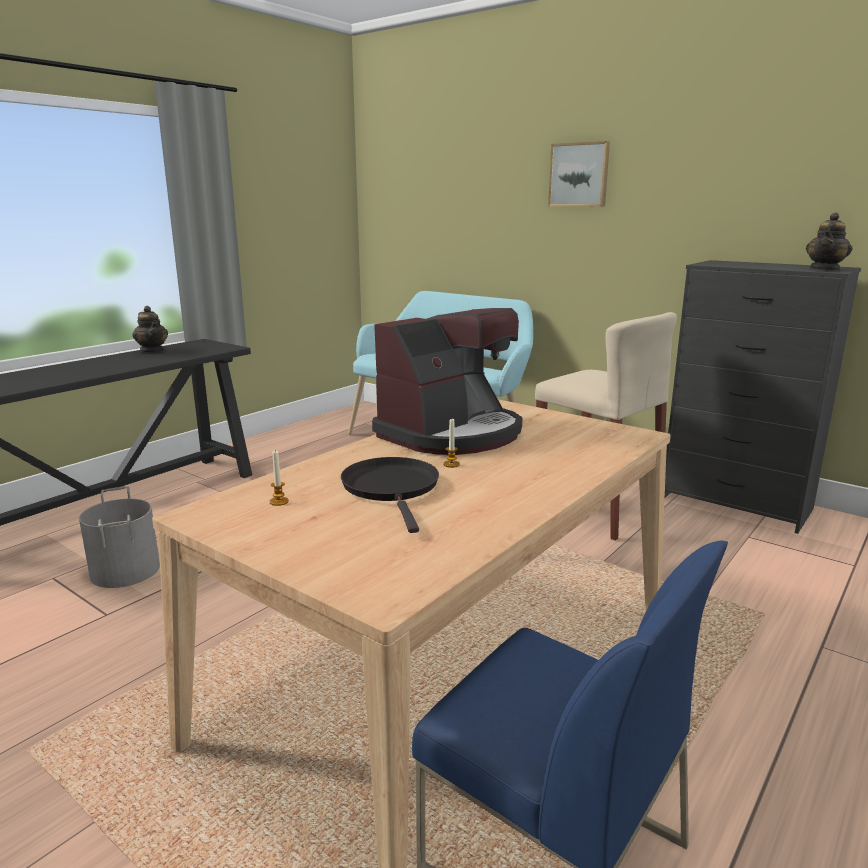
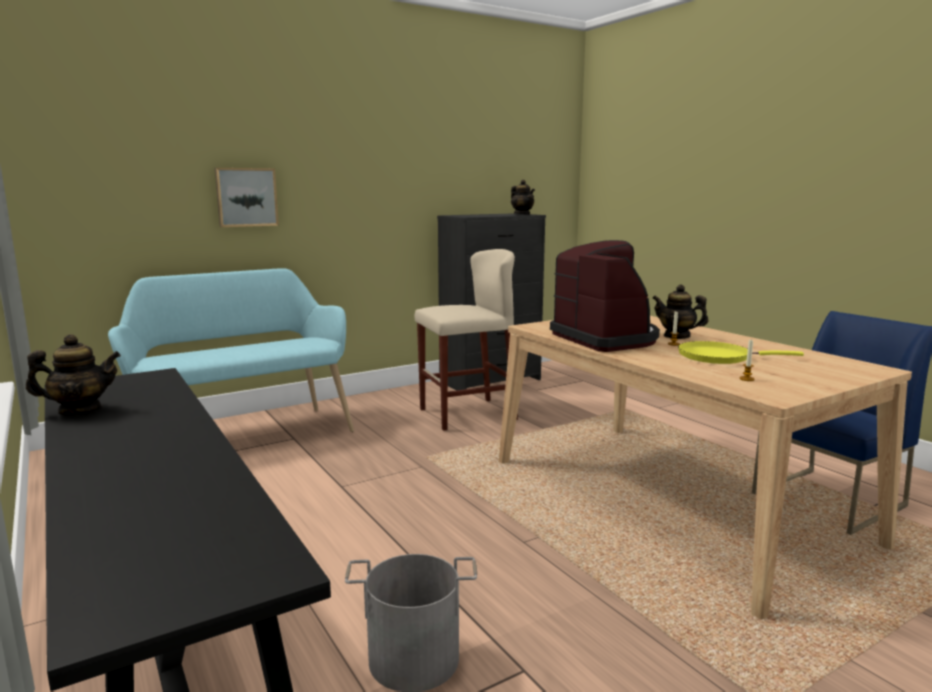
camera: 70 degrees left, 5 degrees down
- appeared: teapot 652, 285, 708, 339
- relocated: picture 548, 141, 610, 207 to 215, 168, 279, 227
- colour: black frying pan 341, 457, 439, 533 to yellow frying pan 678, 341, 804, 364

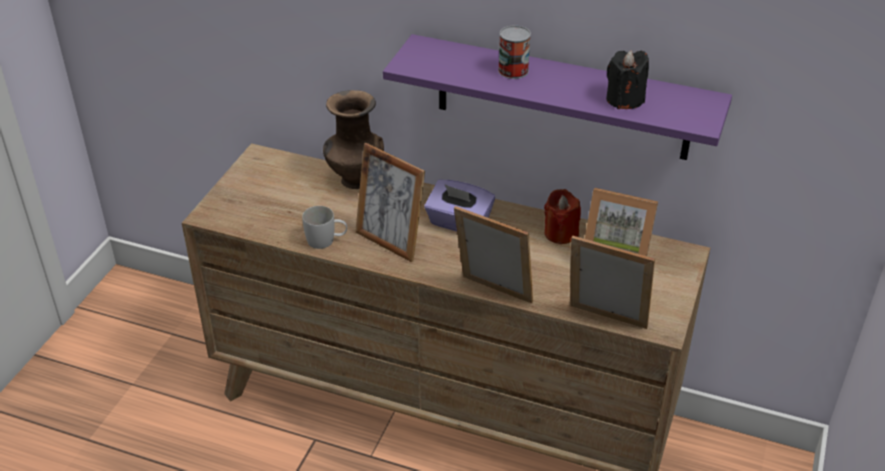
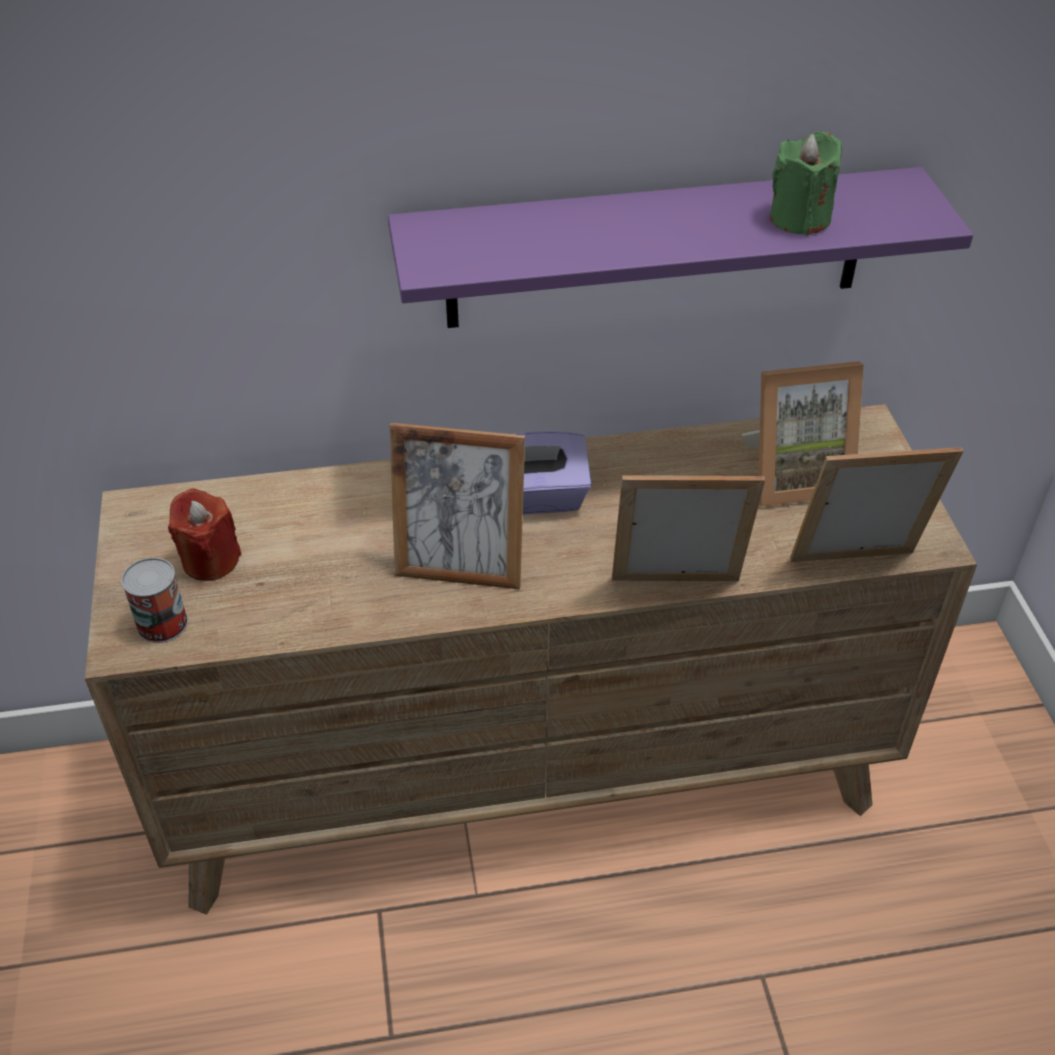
camera: 30 degrees left, 5 degrees up
- missing: white mug 302, 206, 347, 249
- missing: brown vase 323, 90, 384, 189
- relocated: can 498, 25, 531, 79 to 121, 557, 188, 643
- relocated: red candle 544, 189, 581, 244 to 168, 488, 241, 581
- colour: black candle 606, 50, 649, 109 to green candle 770, 131, 842, 236

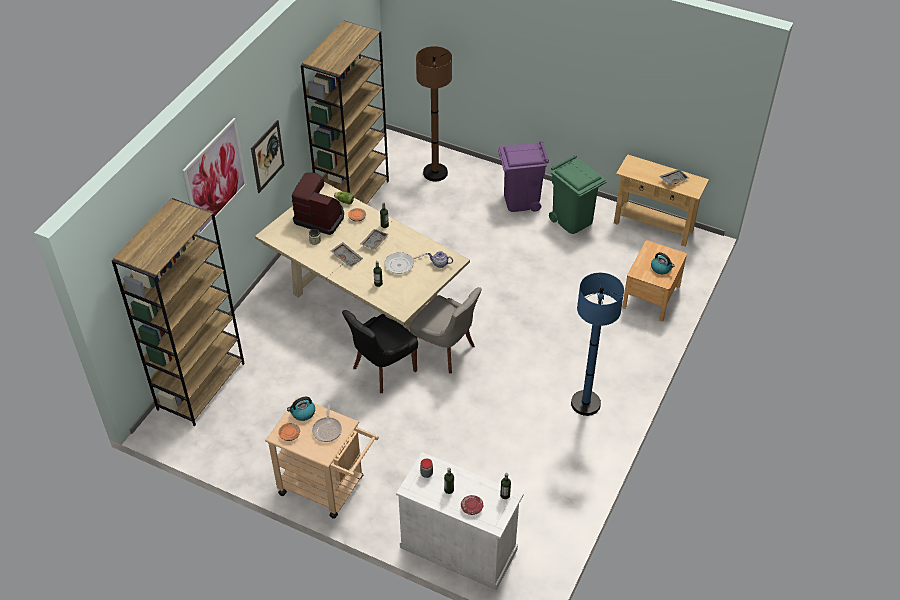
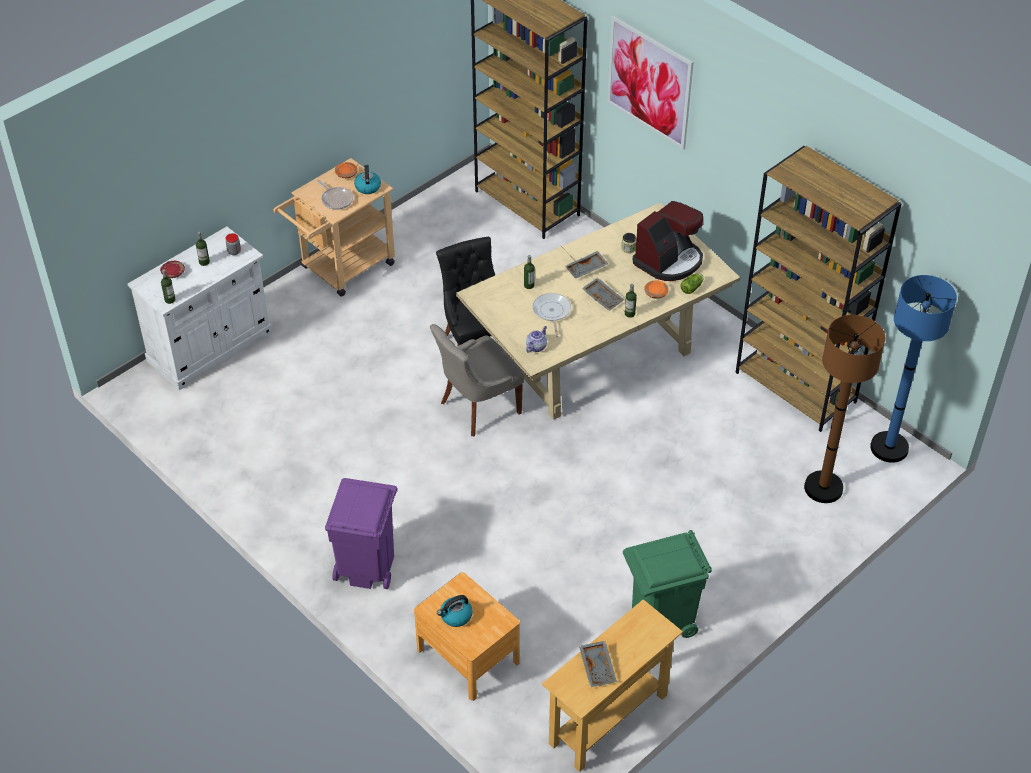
camera: 110 degrees right, 0 degrees up
- missing: picture 251, 120, 285, 193
- relocated: purple trash can 498, 141, 549, 212 to 325, 478, 397, 589
- relocated: blue floor lamp 571, 273, 624, 416 to 870, 275, 957, 463
- spun: frying pan 312, 404, 342, 442 = 317, 180, 353, 210 150 degrees counterclockwise

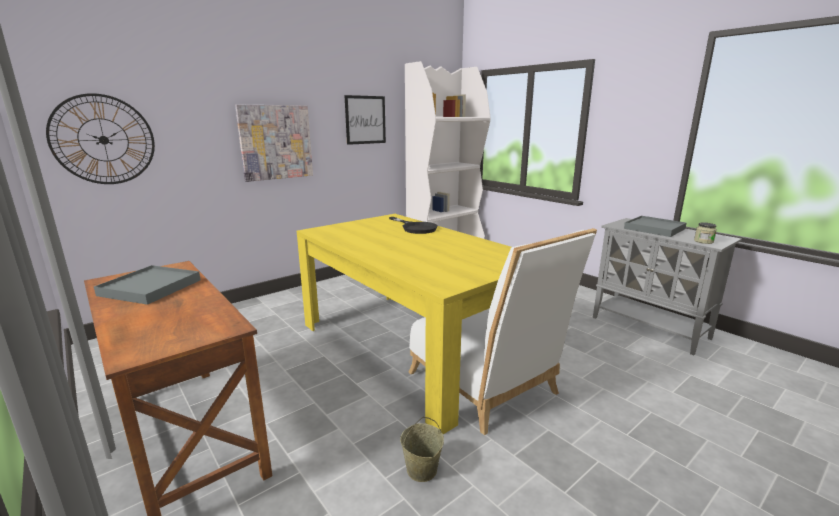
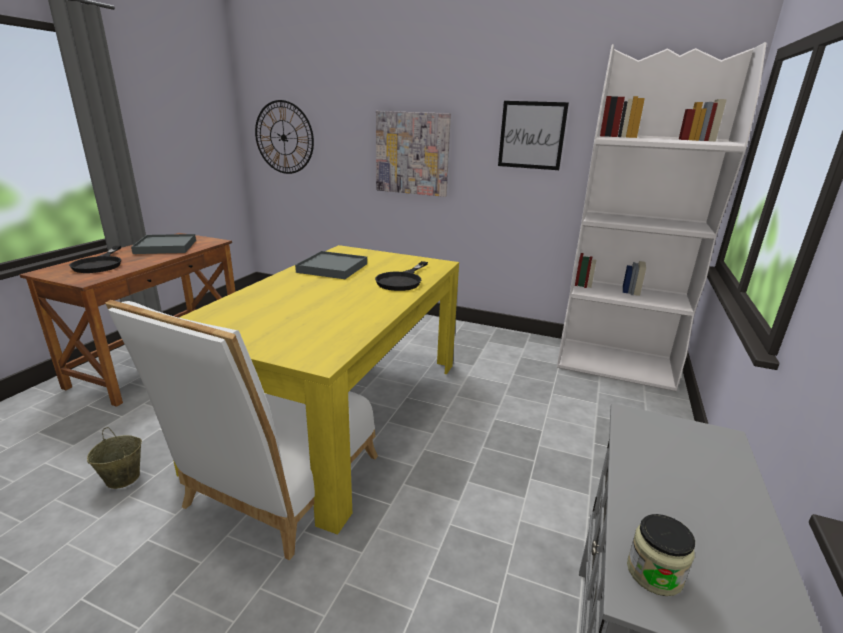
camera: 60 degrees right, 5 degrees up
- appeared: black frying pan 69, 246, 121, 273
- relocated: grey tray 624, 216, 686, 237 to 295, 251, 367, 279

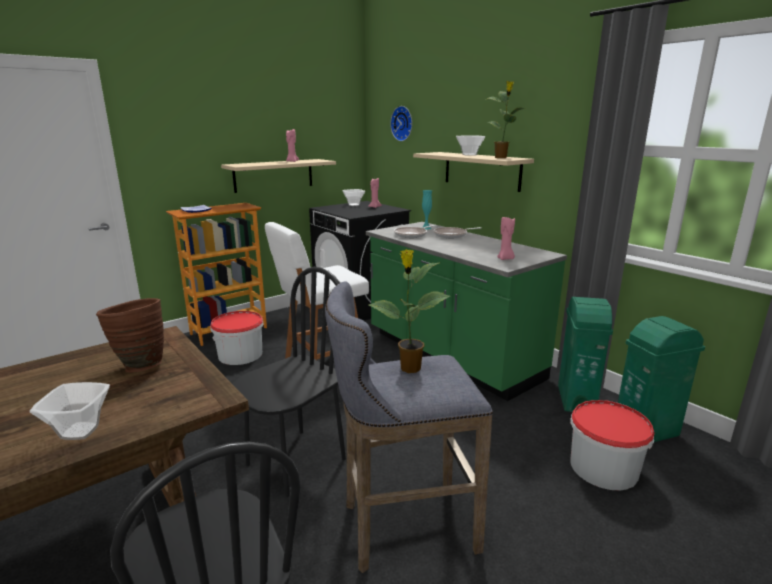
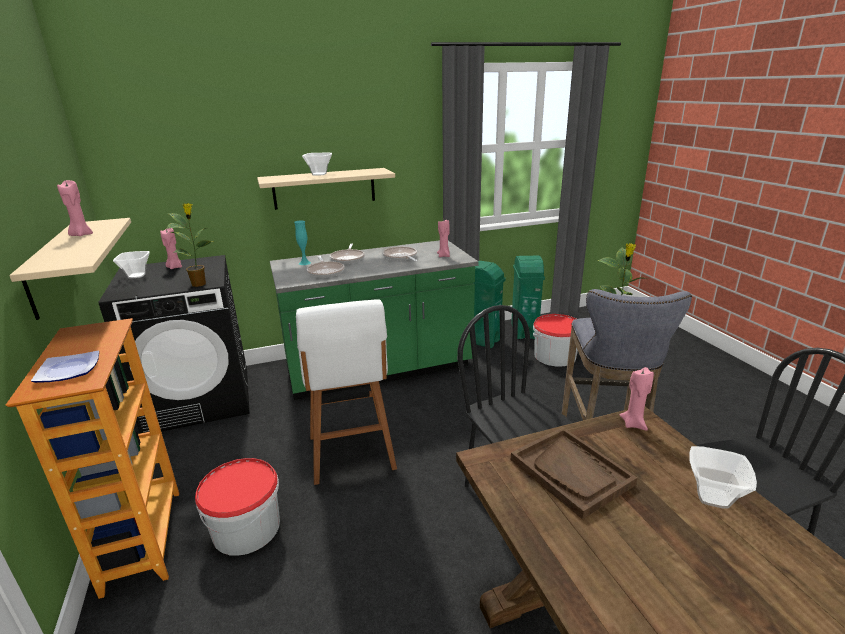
camera: 70 degrees left, 5 degrees up
- missing: wall clock 390, 106, 412, 141
- appeared: frying pan 383, 247, 418, 262
- appeared: pink candle 620, 367, 654, 431
- relocated: potted plant 485, 81, 525, 158 to 166, 203, 214, 287
- exchanged: brown vase 96, 298, 164, 373 to brown tray 511, 427, 637, 519

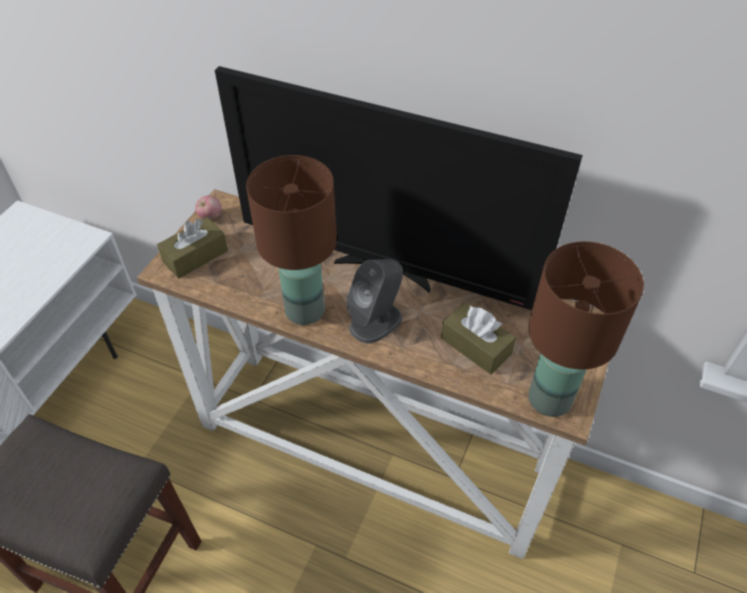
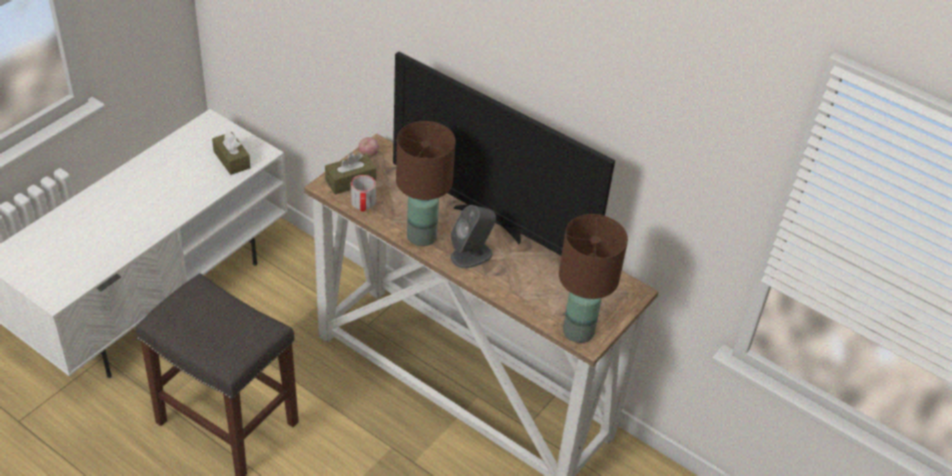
camera: 10 degrees right, 5 degrees down
- appeared: mug 351, 175, 376, 212
- relocated: brown tissue box 441, 302, 516, 374 to 212, 131, 251, 175

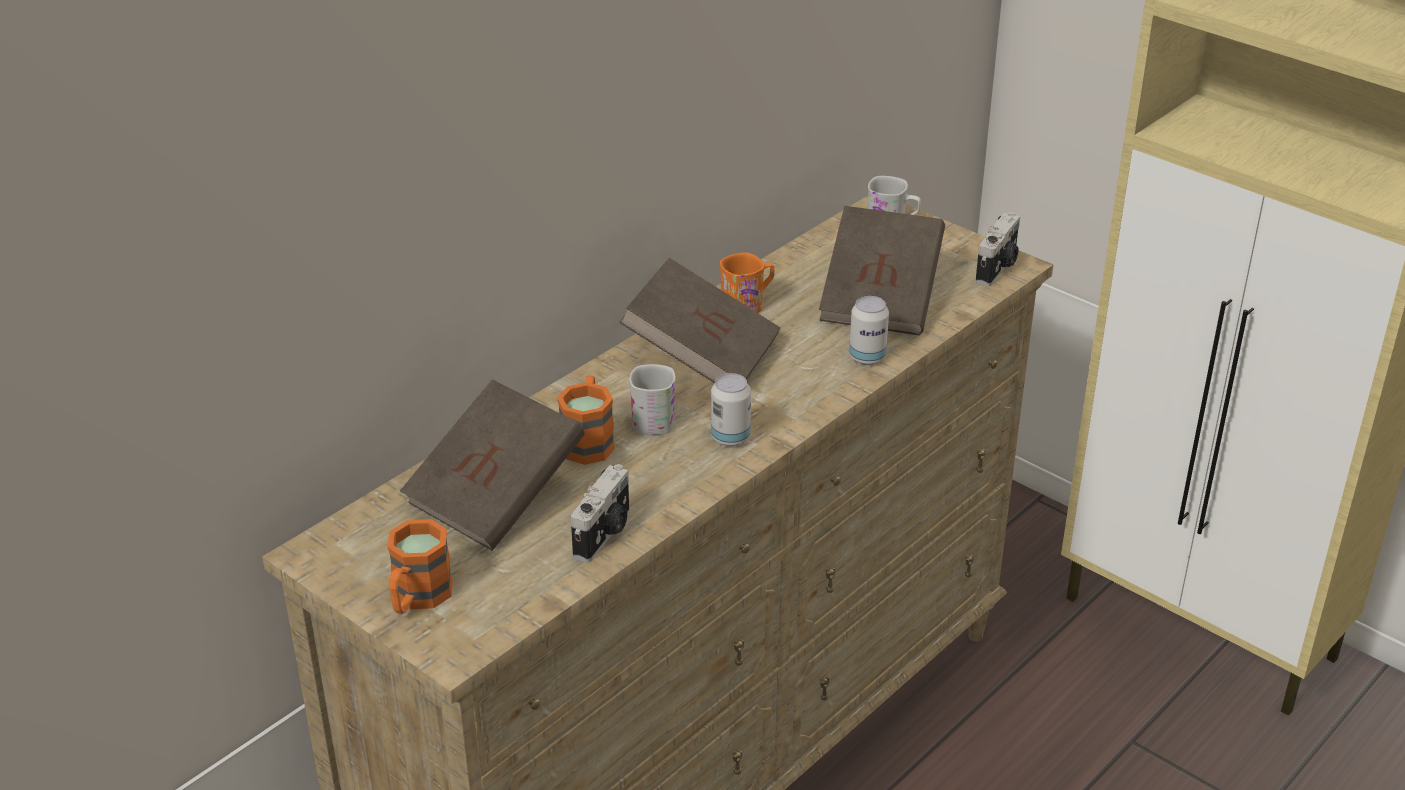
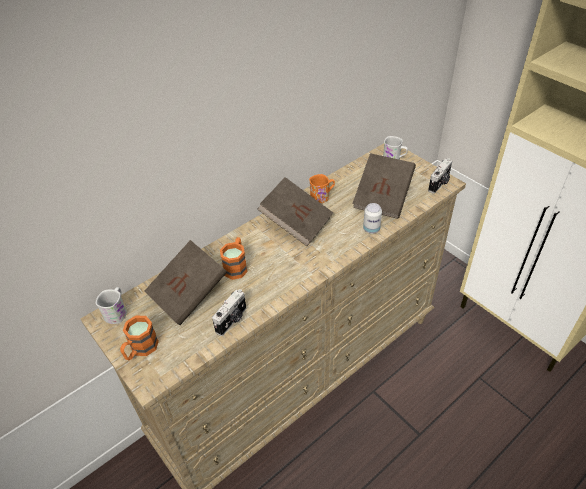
camera: 10 degrees right, 10 degrees up
- missing: can 711, 373, 751, 446
- relocated: white mug 629, 364, 676, 435 to 96, 287, 127, 324

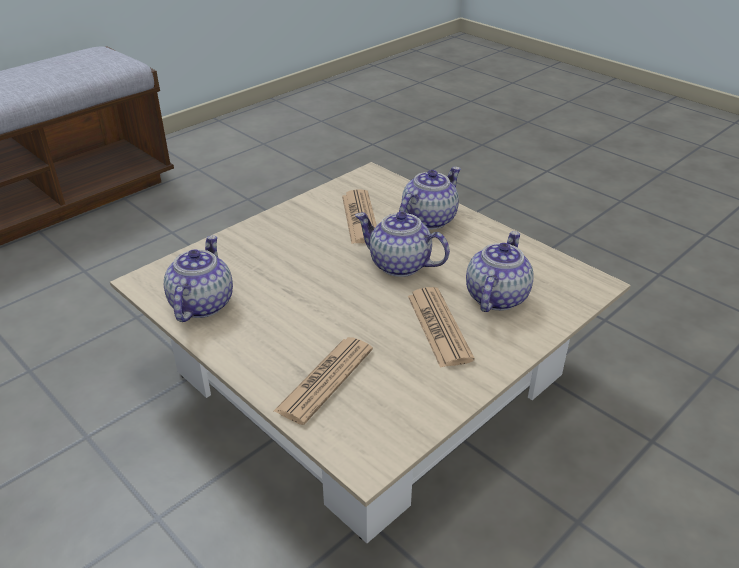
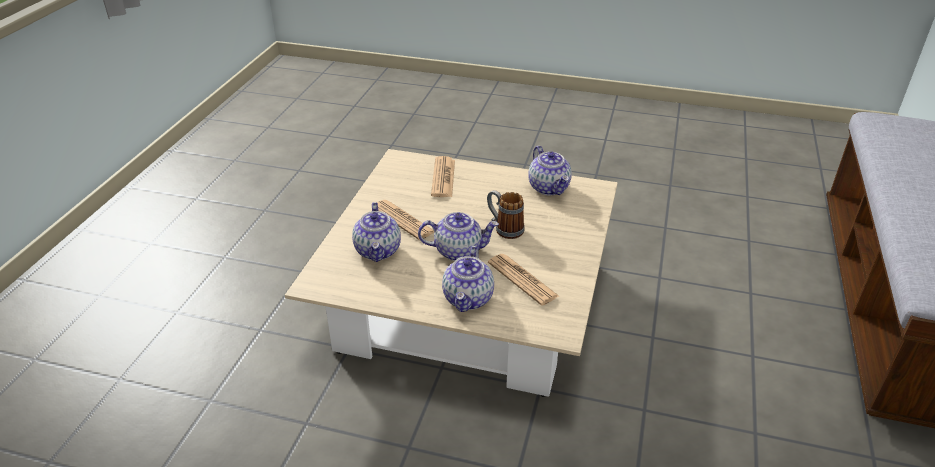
camera: 150 degrees right, 0 degrees up
- appeared: mug 487, 190, 525, 239

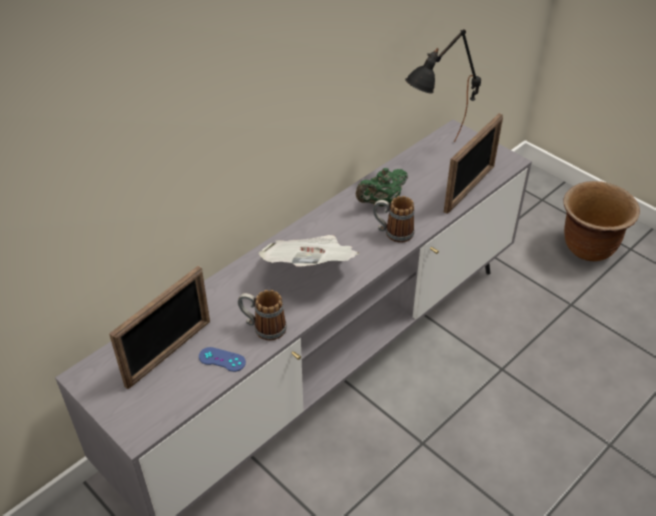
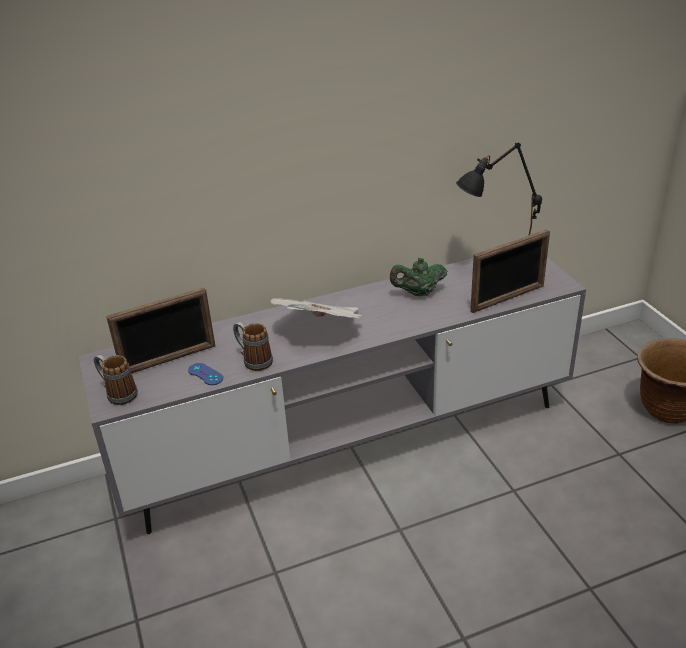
camera: 25 degrees right, 10 degrees down
- relocated: mug 373, 196, 415, 243 to 94, 355, 138, 405

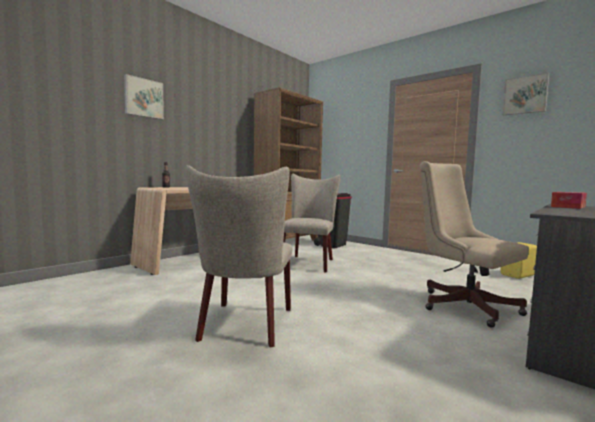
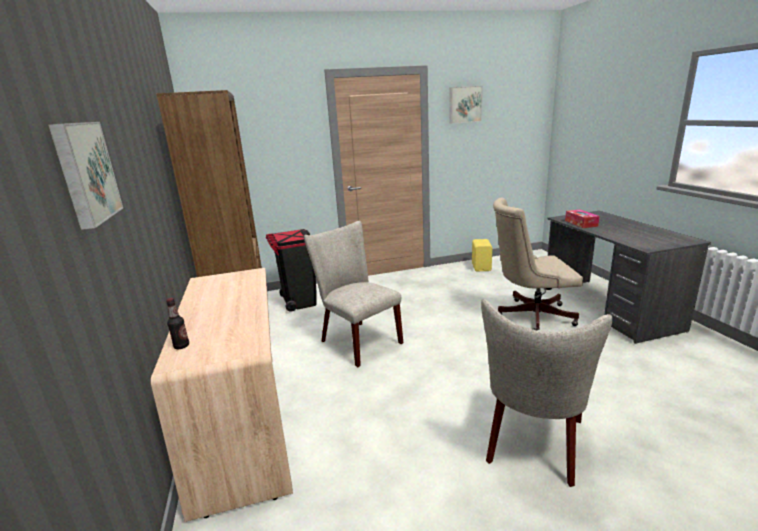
camera: 55 degrees left, 15 degrees up
- spun: beige chair 186, 165, 292, 348 = 481, 299, 613, 487 75 degrees clockwise

